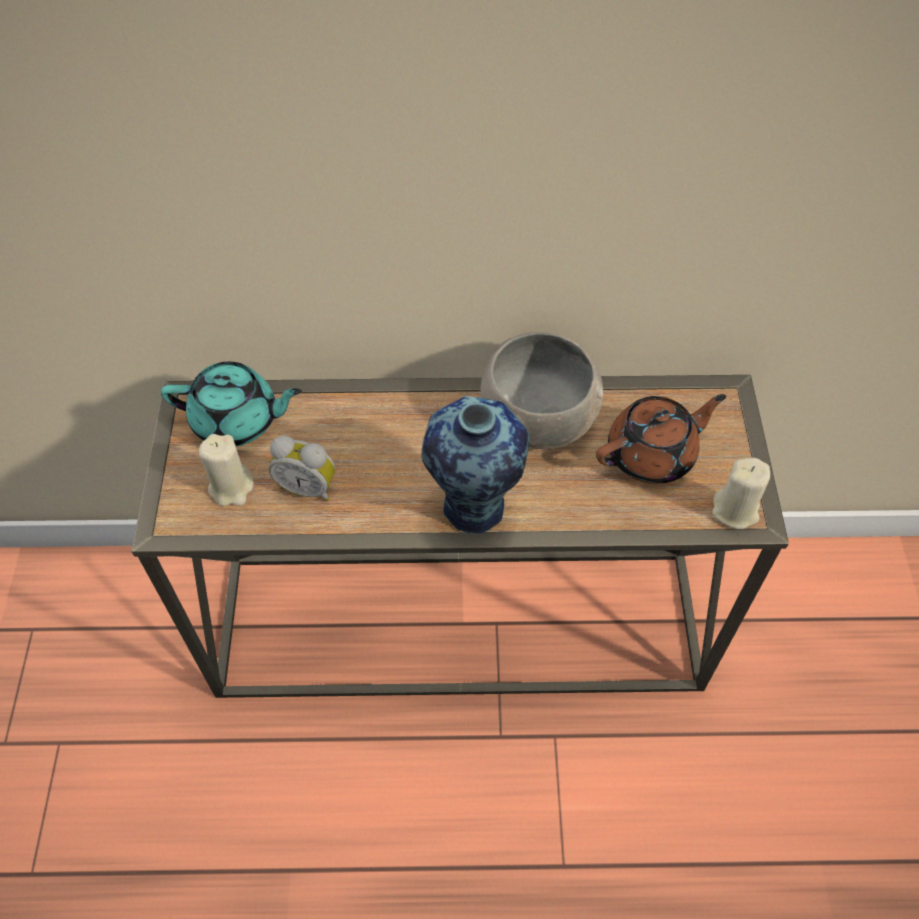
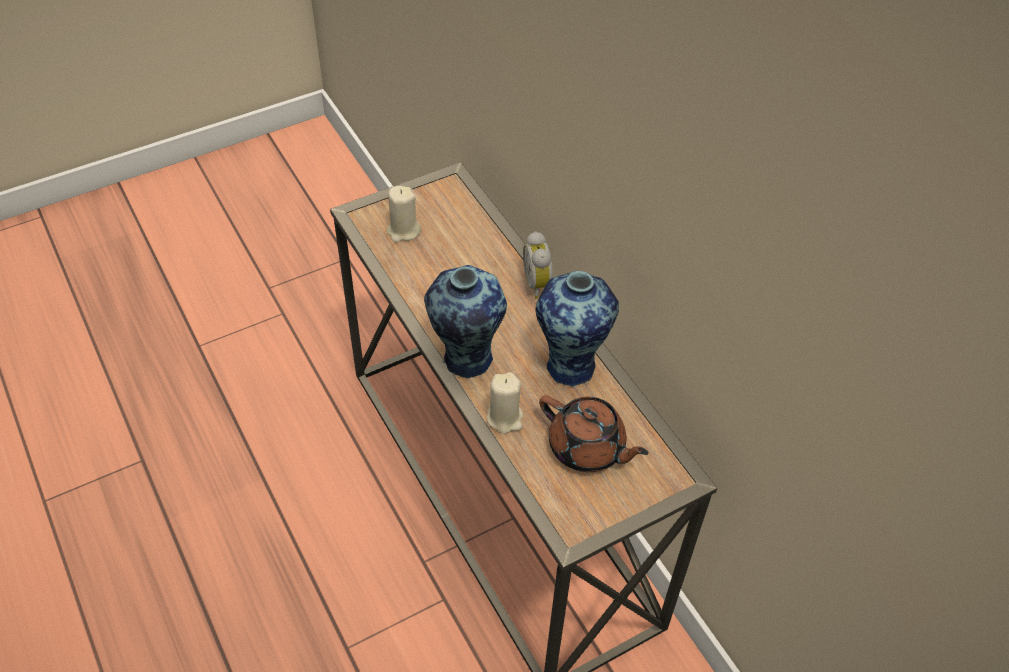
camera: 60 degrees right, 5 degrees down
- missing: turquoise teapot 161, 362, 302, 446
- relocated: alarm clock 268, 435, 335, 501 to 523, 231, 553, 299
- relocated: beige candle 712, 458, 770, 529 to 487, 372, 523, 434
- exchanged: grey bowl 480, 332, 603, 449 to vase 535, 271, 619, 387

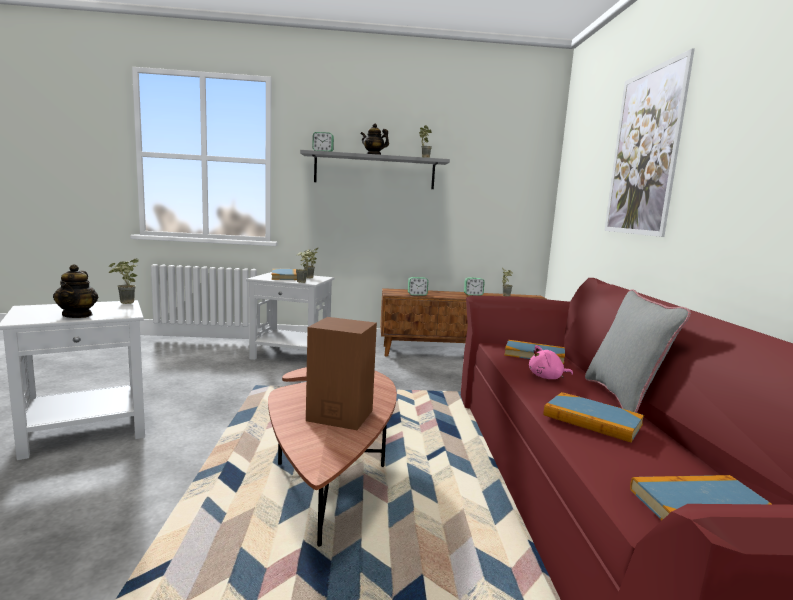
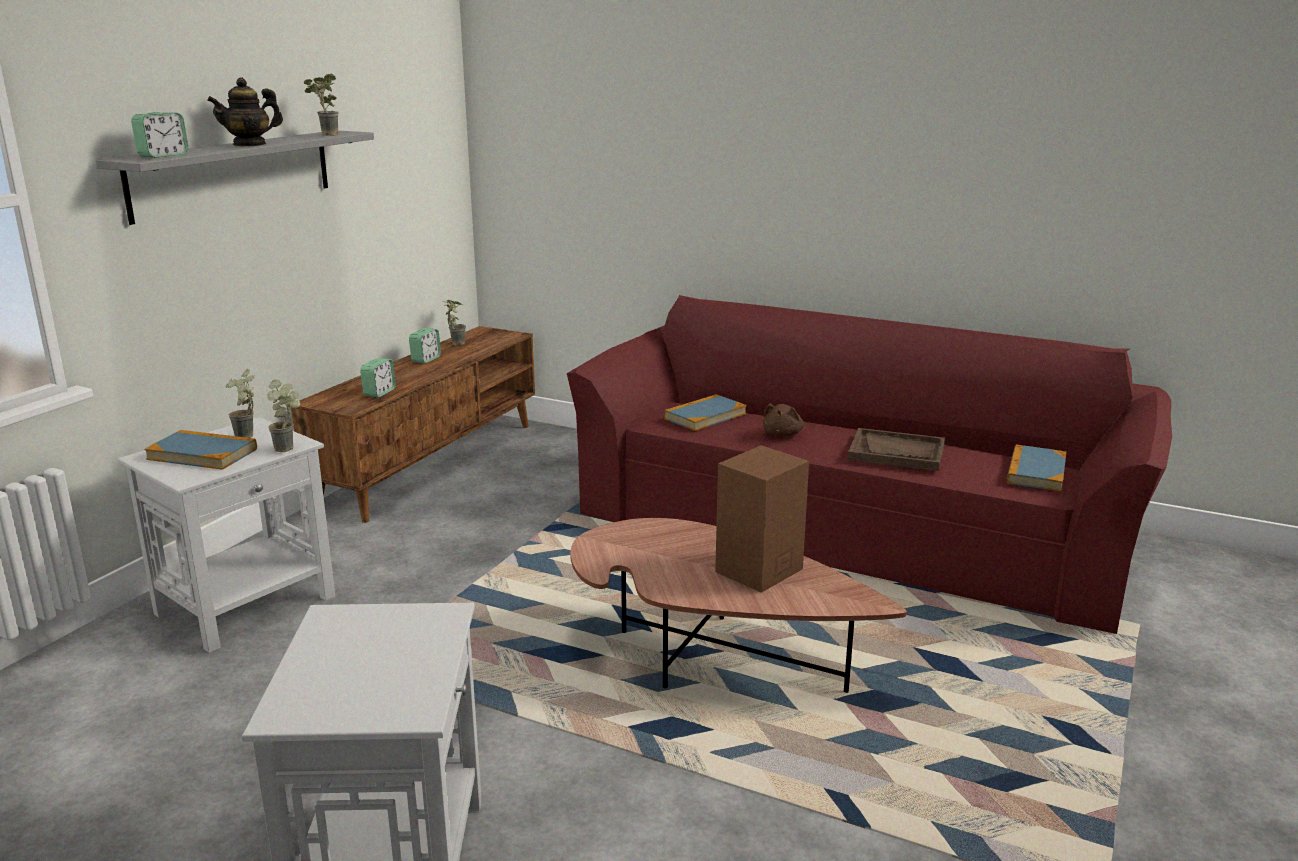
camera: 60 degrees left, 10 degrees up
- missing: teapot 53, 264, 98, 318
- missing: potted plant 109, 258, 138, 304
- missing: grey pillow 585, 289, 691, 413
- missing: picture 604, 48, 695, 237
- exchanged: book 544, 392, 644, 442 to brown tray 848, 428, 945, 471
- colour: pink plush toy 529, 345, 573, 379 to brown plush toy 763, 404, 804, 437

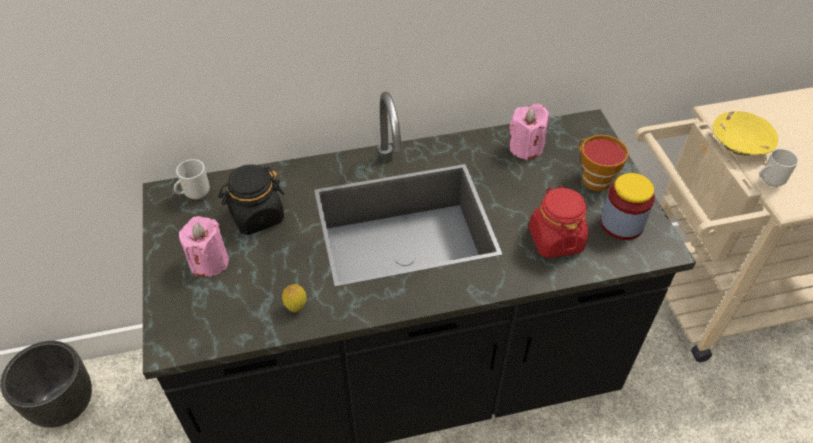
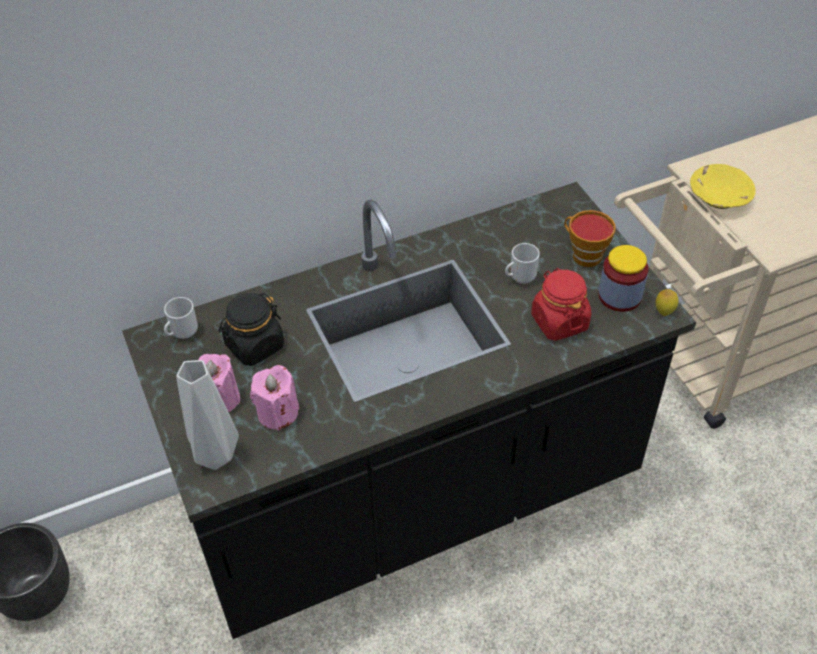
camera: 10 degrees left, 0 degrees up
- appeared: grey vase 176, 360, 239, 470
- relocated: lemon 282, 284, 307, 312 to 656, 289, 679, 316
- relocated: pink candle 509, 104, 549, 160 to 250, 365, 299, 431
- relocated: mug 759, 149, 799, 187 to 505, 243, 540, 283

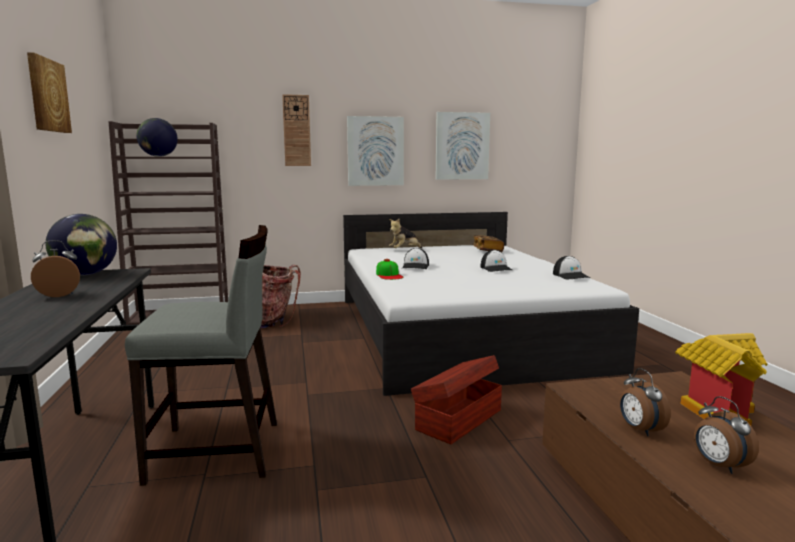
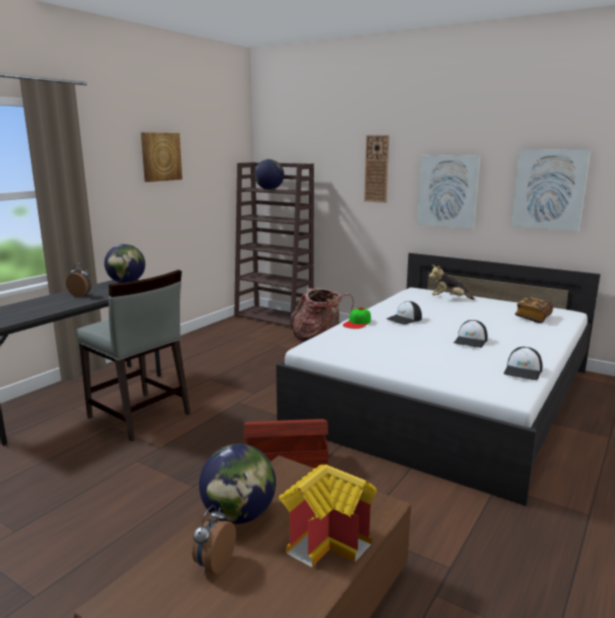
camera: 45 degrees right, 5 degrees up
- exchanged: alarm clock 620, 368, 671, 436 to globe 199, 444, 276, 524

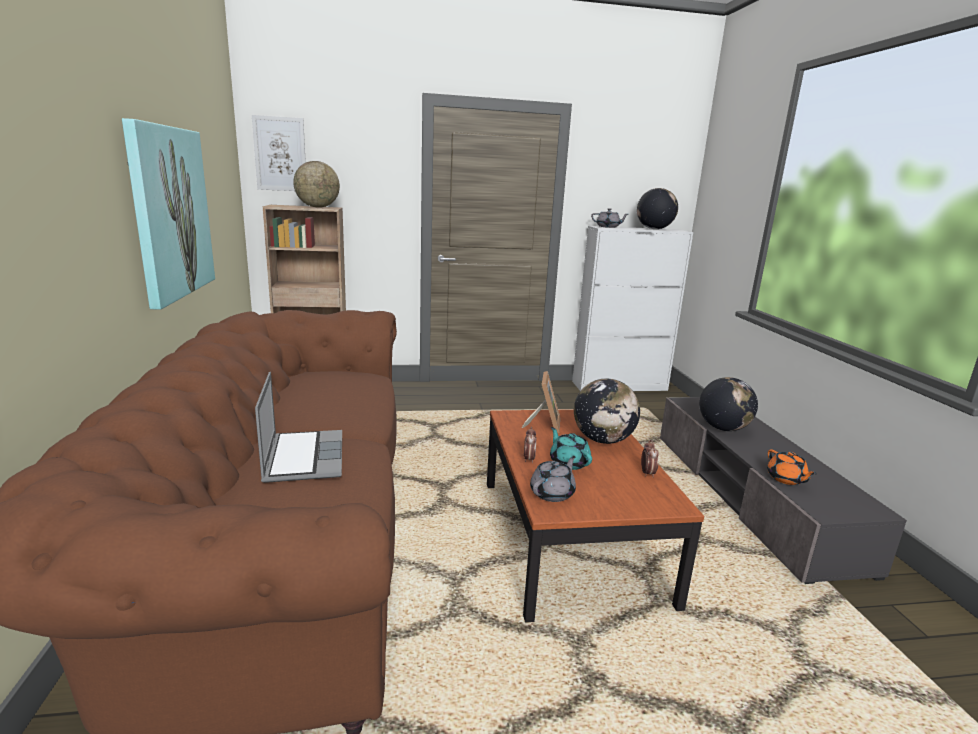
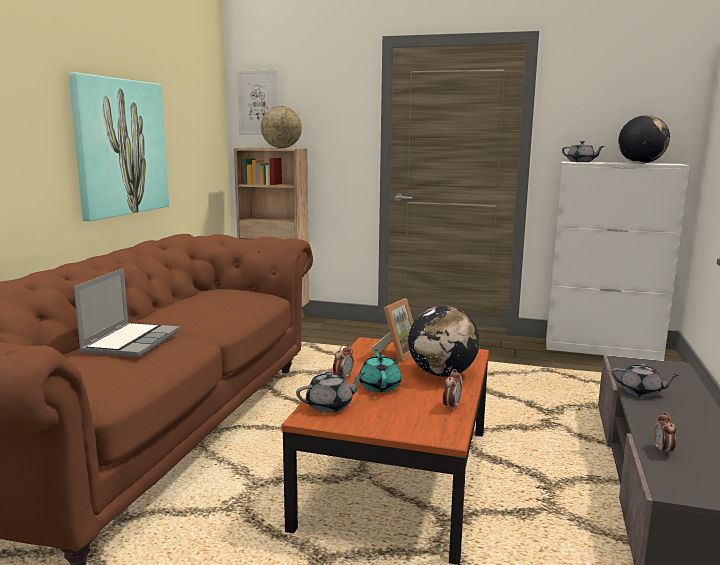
camera: 25 degrees right, 5 degrees down
- exchanged: globe 699, 377, 758, 431 to grey teapot 611, 363, 679, 397
- exchanged: orange teapot 767, 449, 817, 485 to alarm clock 654, 412, 676, 455

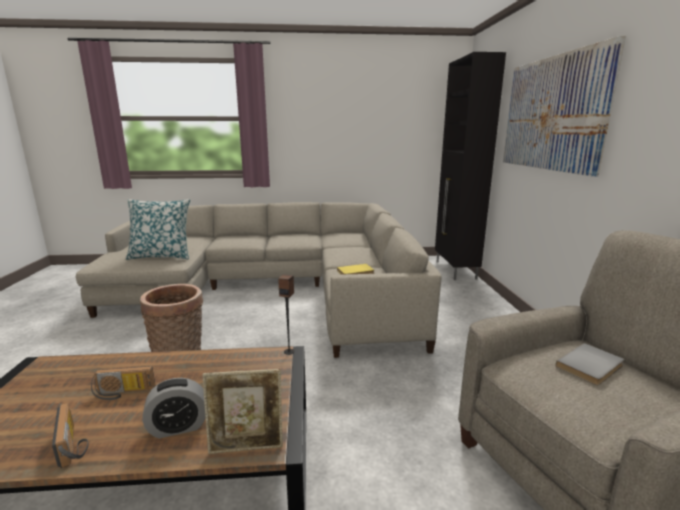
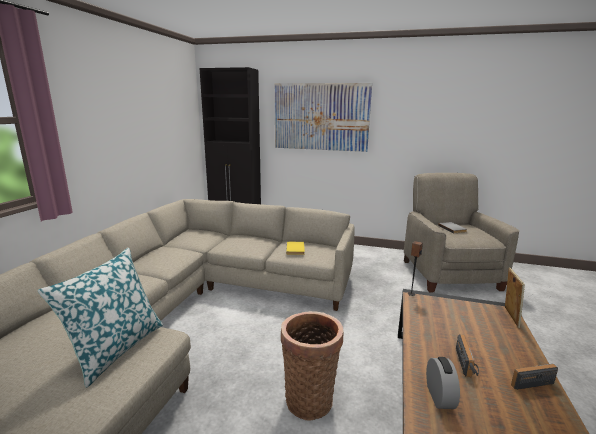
camera: 70 degrees left, 0 degrees up
- relocated: alarm clock 142, 378, 206, 438 to 426, 357, 460, 409

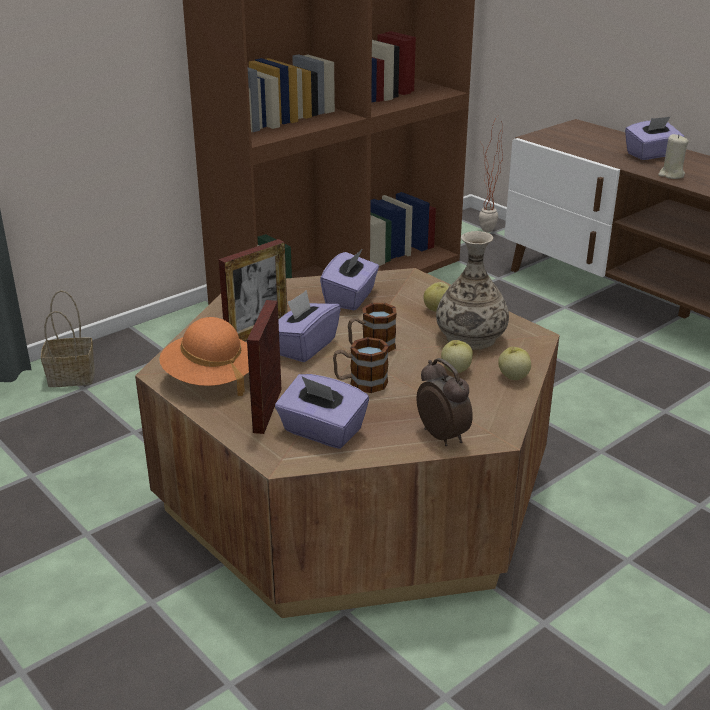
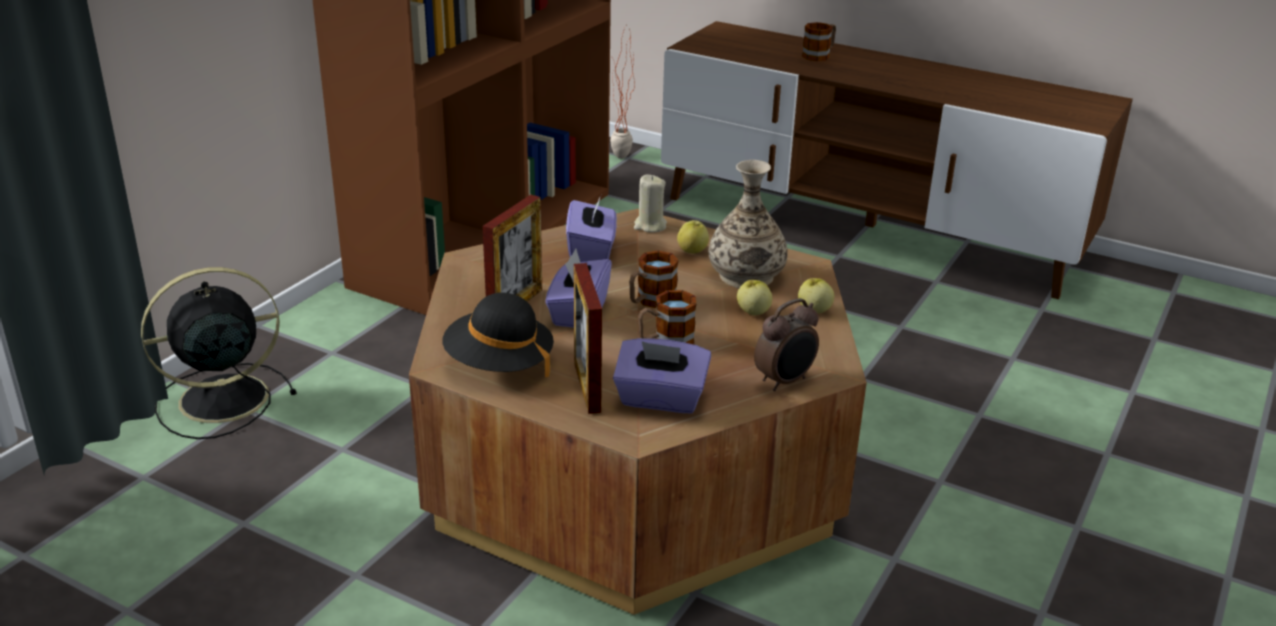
camera: 20 degrees left, 0 degrees up
- relocated: beige candle 658, 134, 689, 179 to 634, 174, 667, 233
- exchanged: basket 41, 290, 95, 387 to black fan 141, 267, 297, 439
- exchanged: purple tissue box 625, 116, 684, 160 to mug 802, 22, 836, 61
- colour: orange hat 159, 317, 249, 396 to black hat 443, 292, 554, 377
- spun: alarm clock 417, 358, 473, 446 = 754, 298, 819, 391 105 degrees clockwise

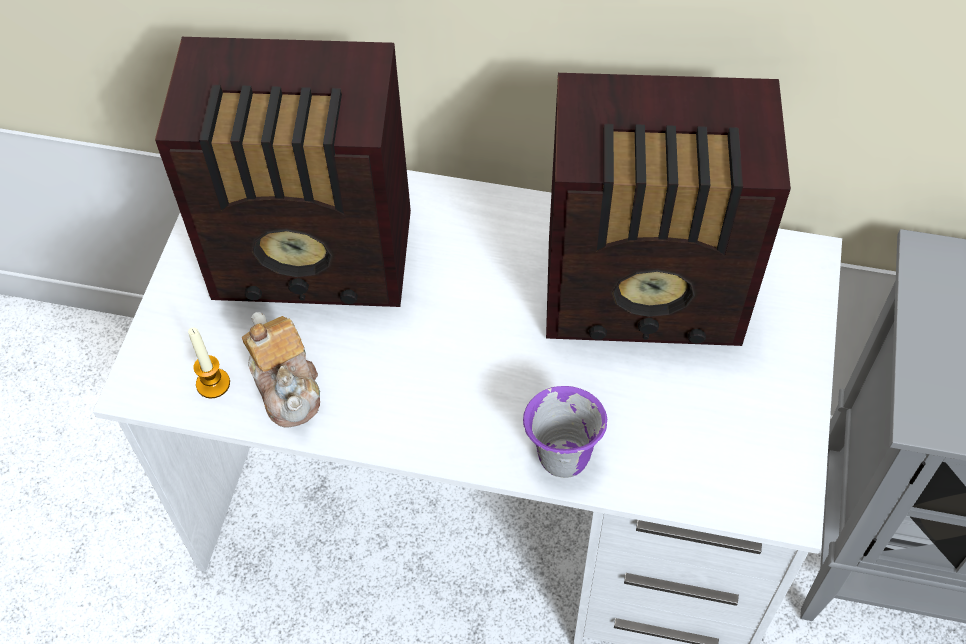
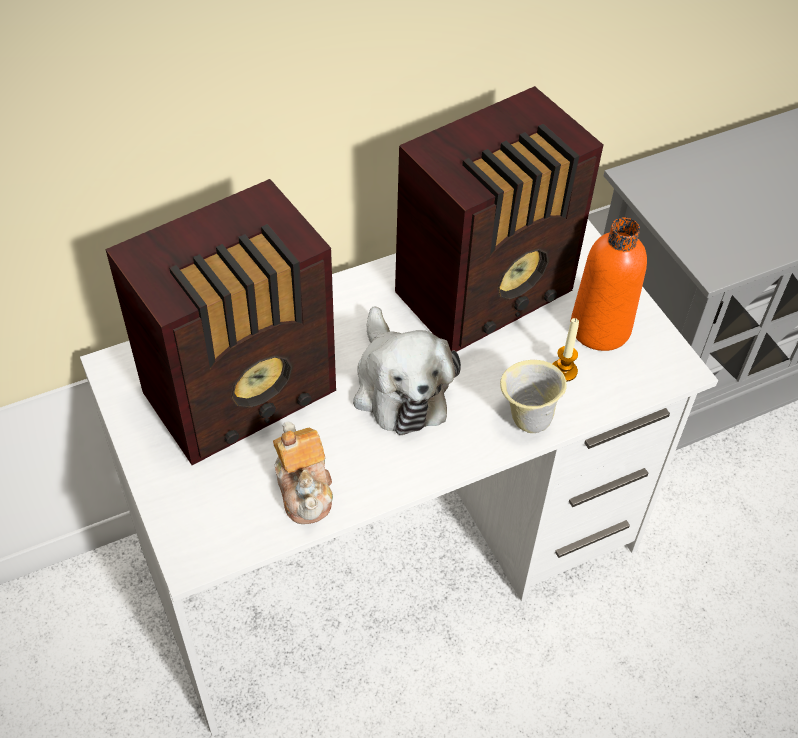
camera: 40 degrees left, 5 degrees down
- appeared: plush toy 353, 306, 461, 435
- appeared: orange bottle 570, 217, 647, 351
- relocated: candle 188, 328, 230, 398 to 553, 318, 579, 382
- colour: purple mug 523, 386, 607, 478 to beige mug 500, 360, 567, 433
- spun: teapot 242, 312, 320, 428 = 273, 421, 333, 524 45 degrees clockwise

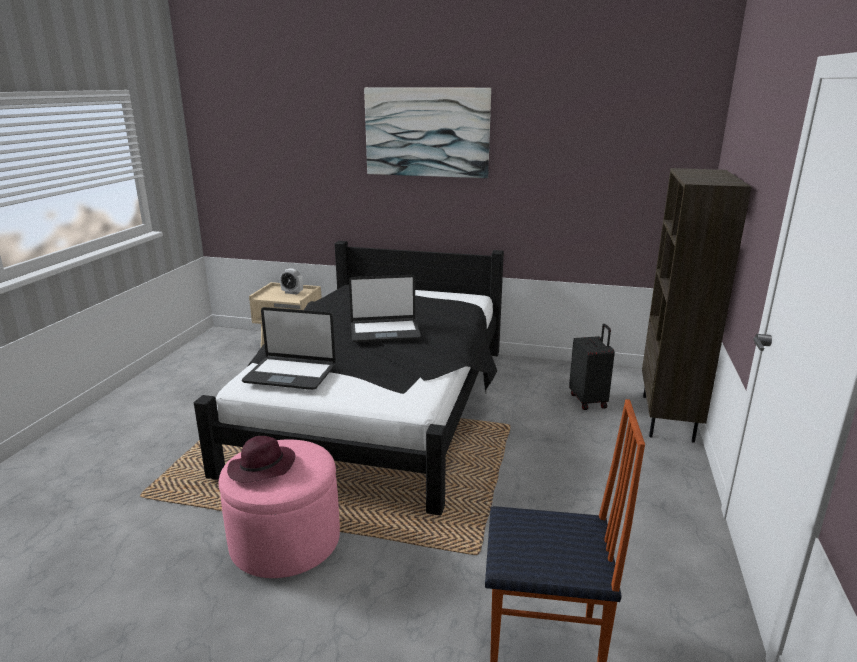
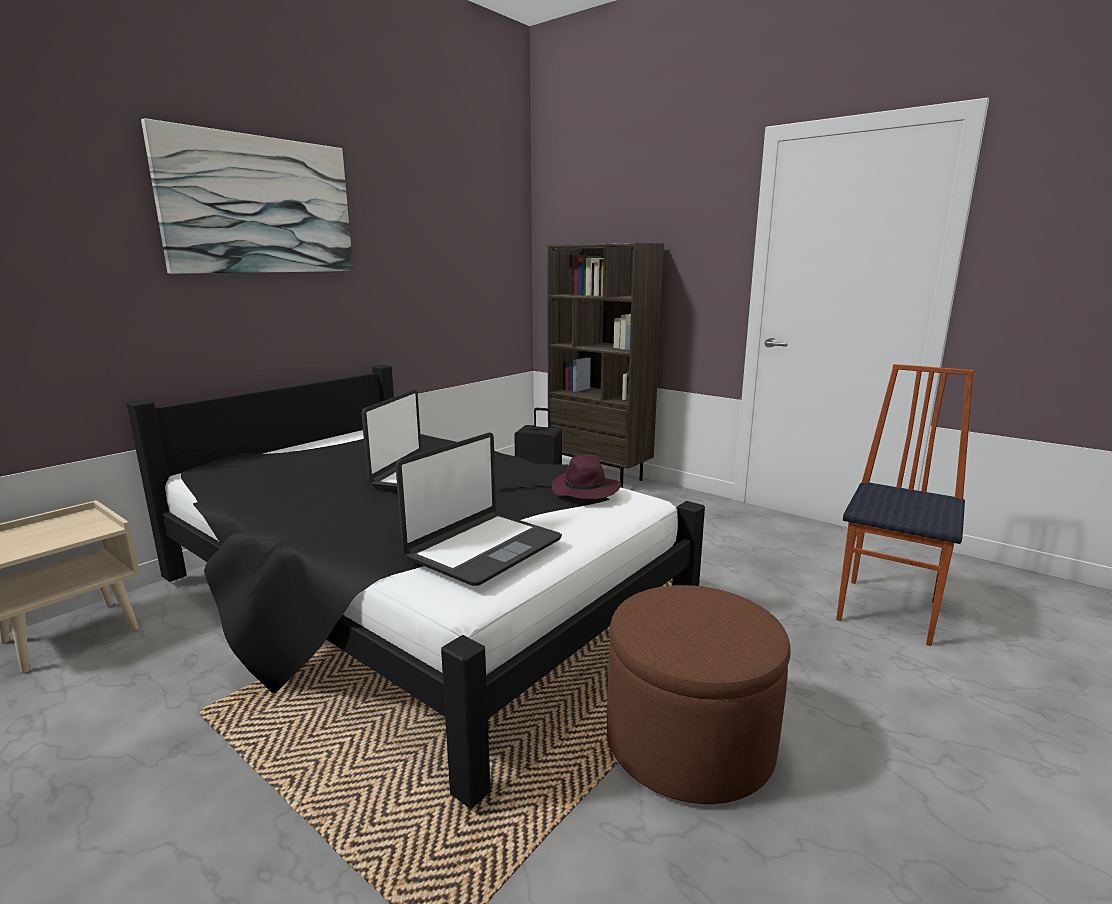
camera: 65 degrees left, 5 degrees down
- missing: alarm clock 280, 268, 303, 295
- relocated: purple hat 227, 436, 296, 483 to 552, 454, 621, 499
- colour: pink ottoman 219, 439, 340, 578 to brown ottoman 607, 585, 791, 804

